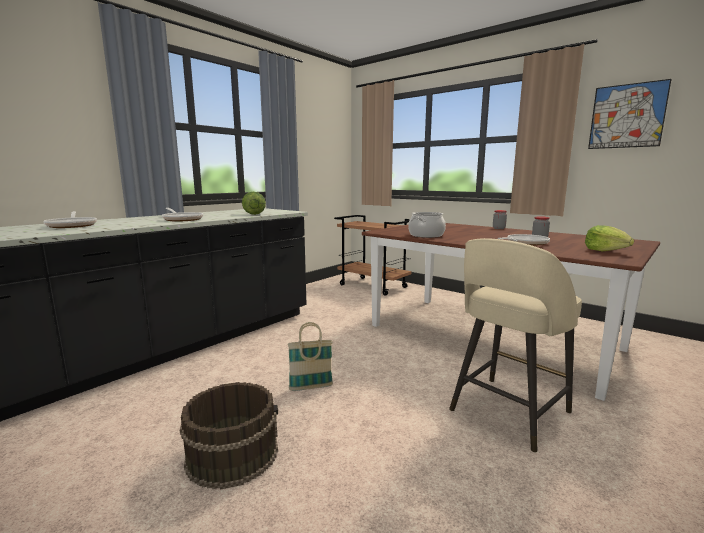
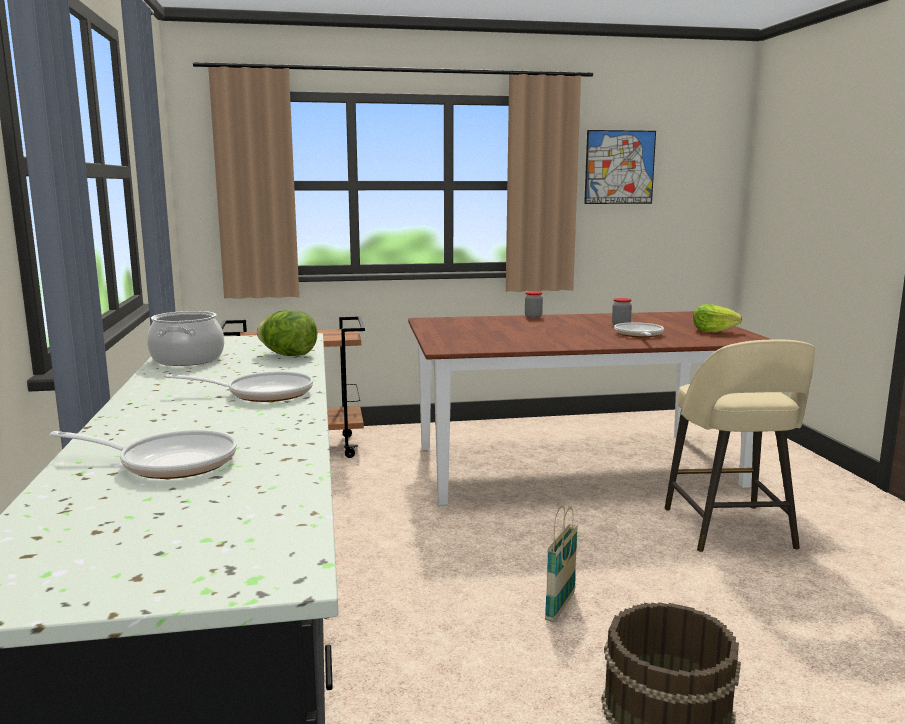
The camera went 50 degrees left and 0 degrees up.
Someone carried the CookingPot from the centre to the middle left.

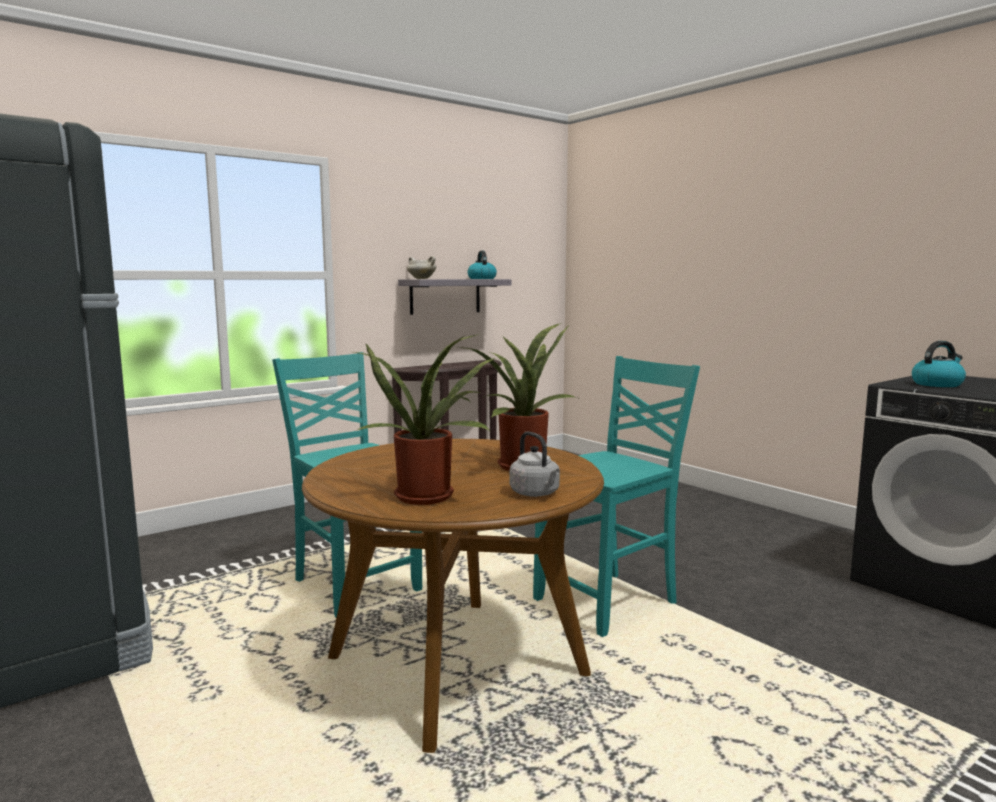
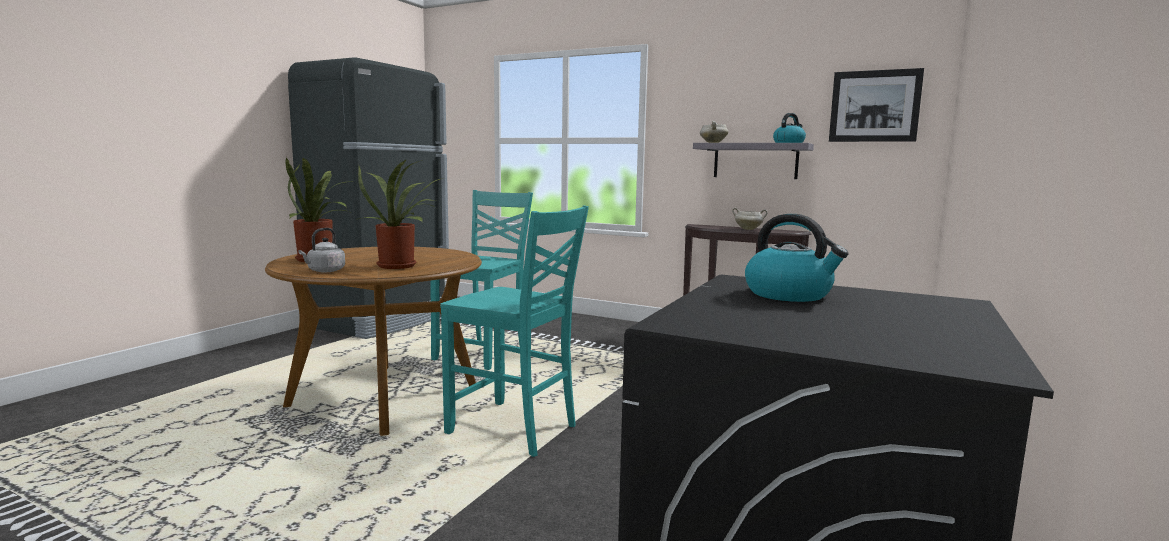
The camera went 65 degrees right and 0 degrees up.
Someone put up the Picture at the top right.
Someone put down the WhiteCookingPot (no. 2 from left) at the centre.

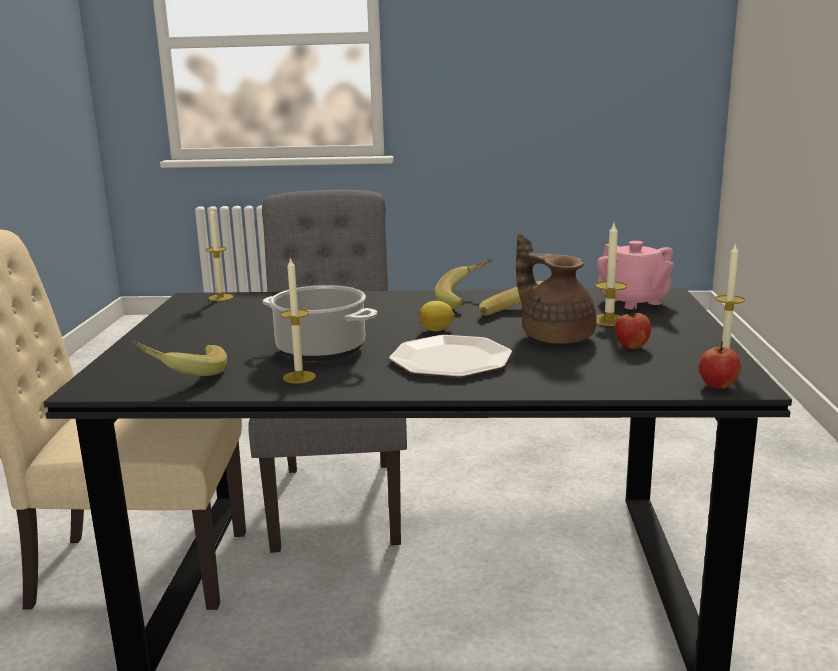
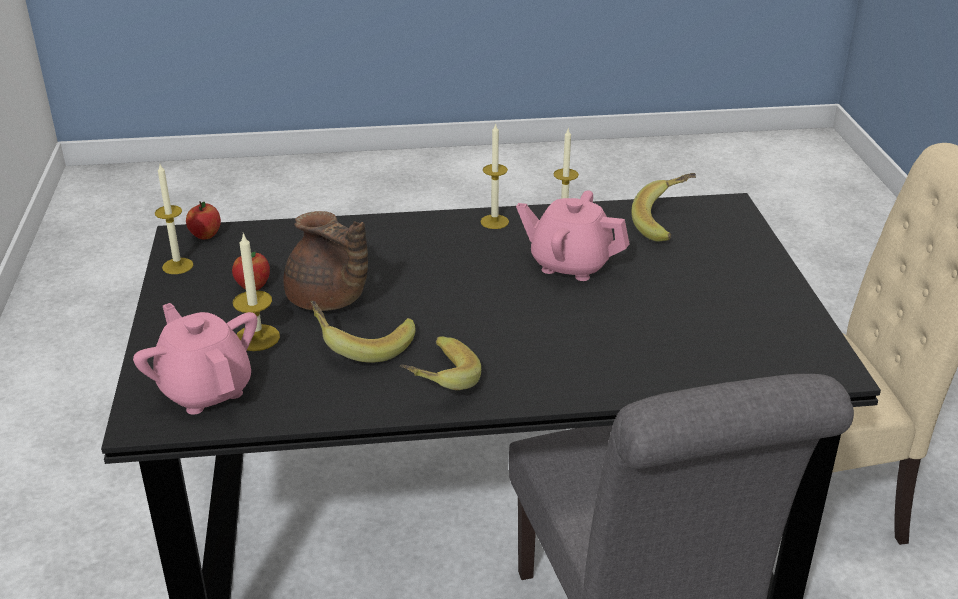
The camera went 170 degrees right and 15 degrees up.
Someone carried the Candle (no. 1 from left in the first image) from the middle left to the top centre.
Someone swapped the CookingPot at the centre for the PinkTeapot (no. 2 from left) at the centre.
Someone took away the Lemon at the centre.
Someone took away the Plate at the centre.

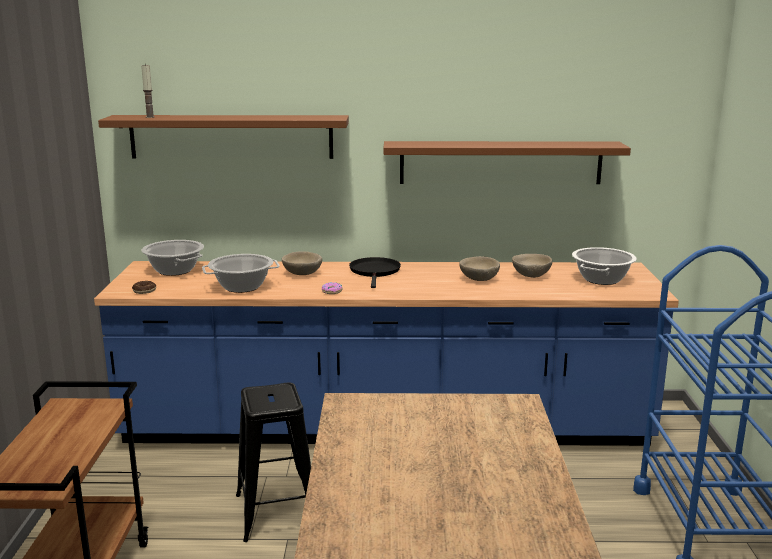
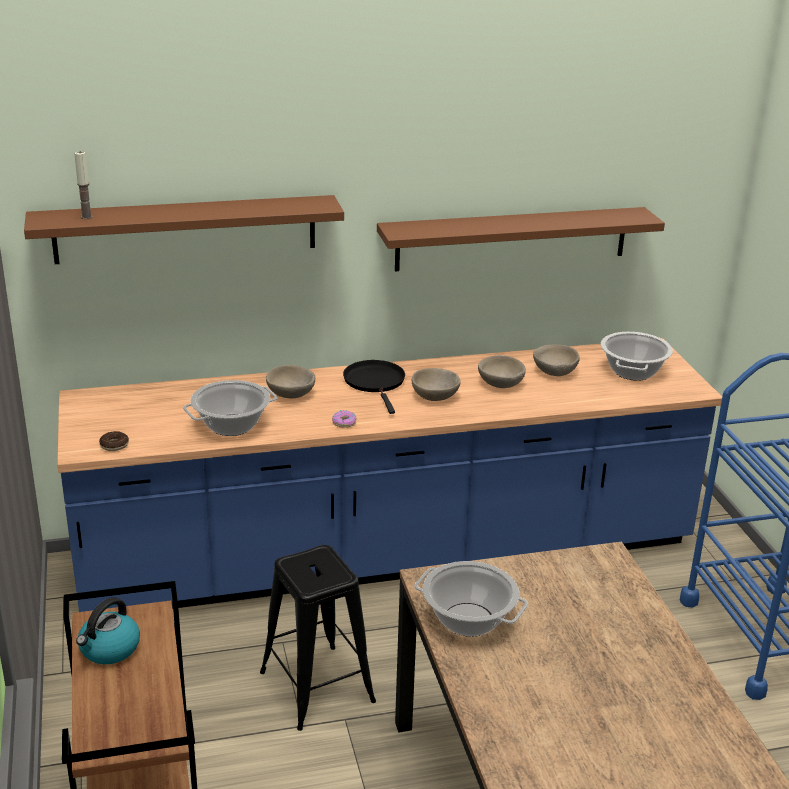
The camera went 15 degrees left and 10 degrees up.
Someone carried the CookingPot (no. 1 from left in the first image) from the middle left to the bottom centre.
Someone put down the BeigeBowl (no. 2 from left) at the centre.
Someone put down the Kettle at the bottom left.

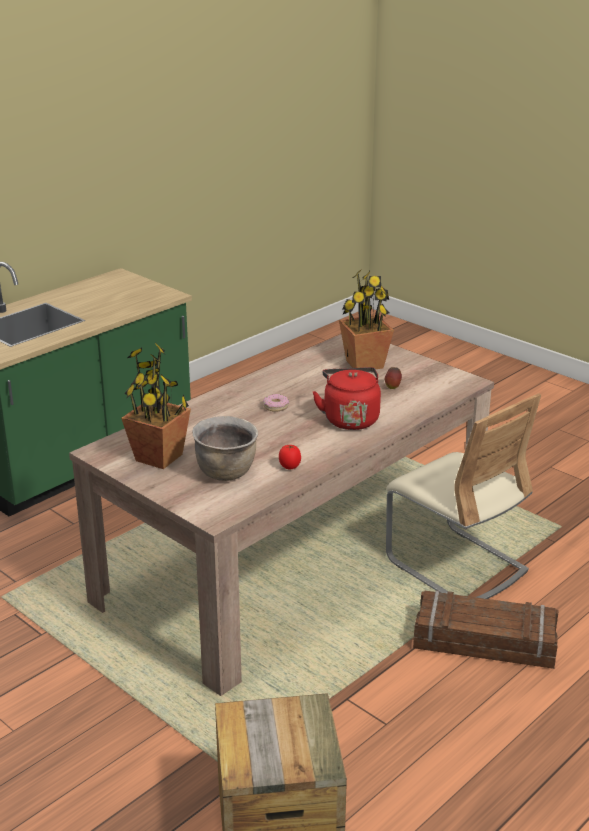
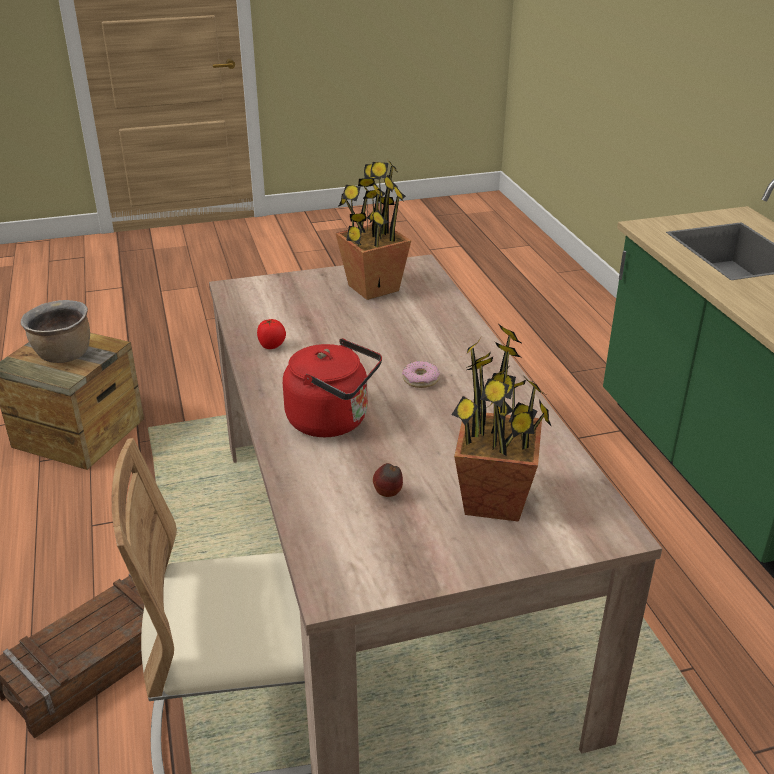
The camera went 120 degrees right and 5 degrees up.
Someone carried the BrownCookingPot from the centre to the middle left.

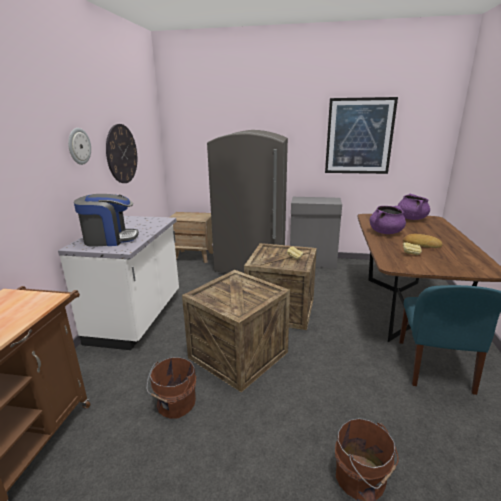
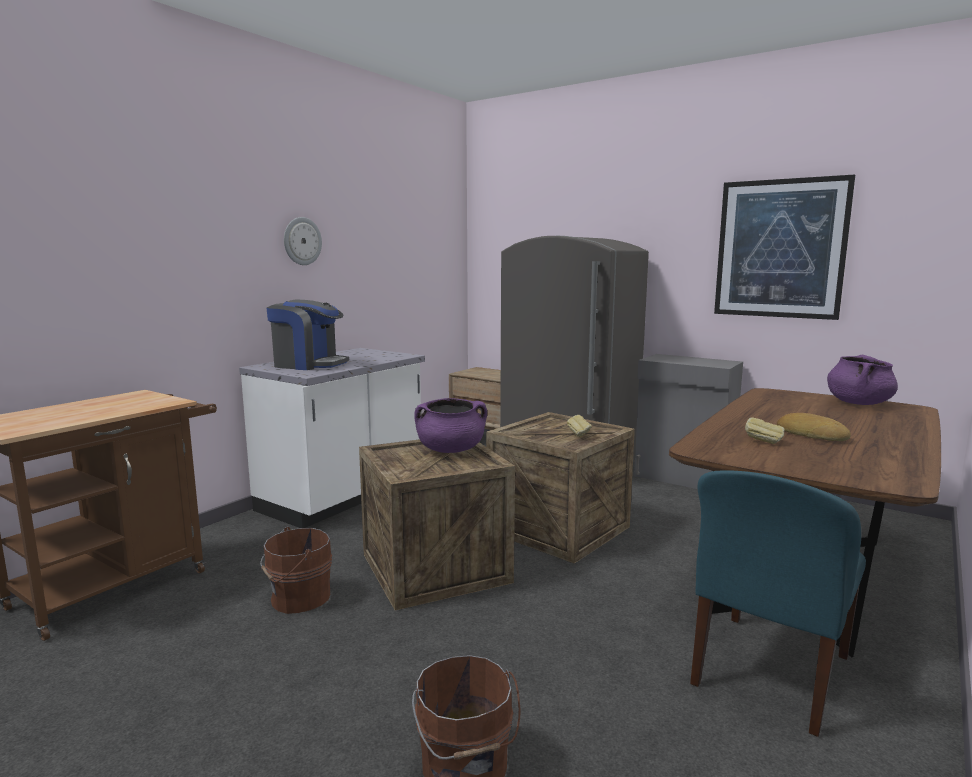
The camera went 25 degrees right and 10 degrees down.
Someone took away the WallClock (no. 2 from left) at the top left.
Someone carried the PurpleCookingPot (no. 1 from left) from the middle right to the centre.

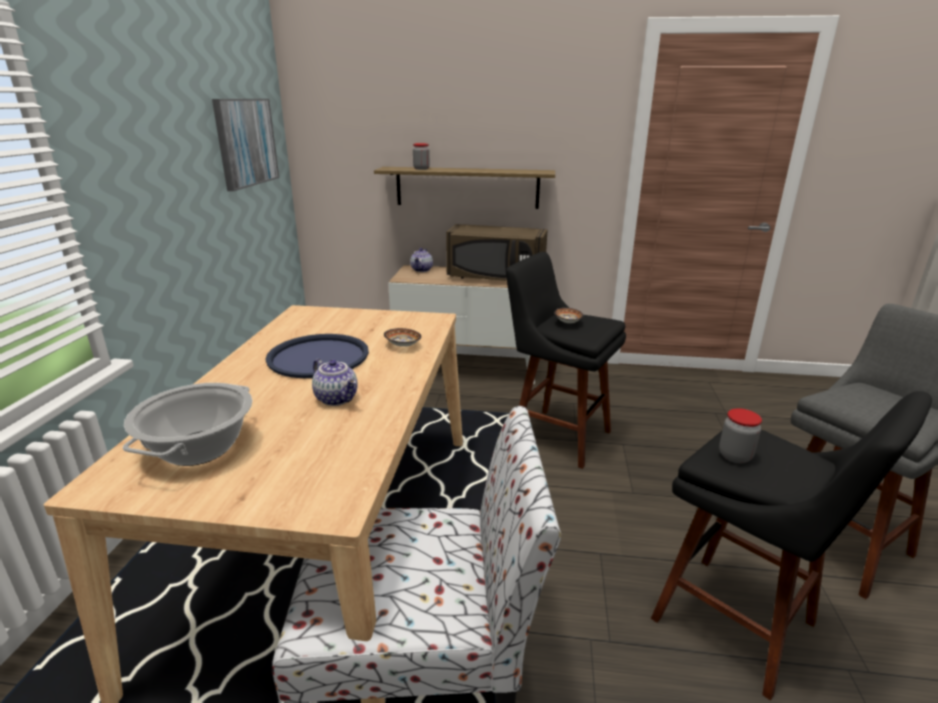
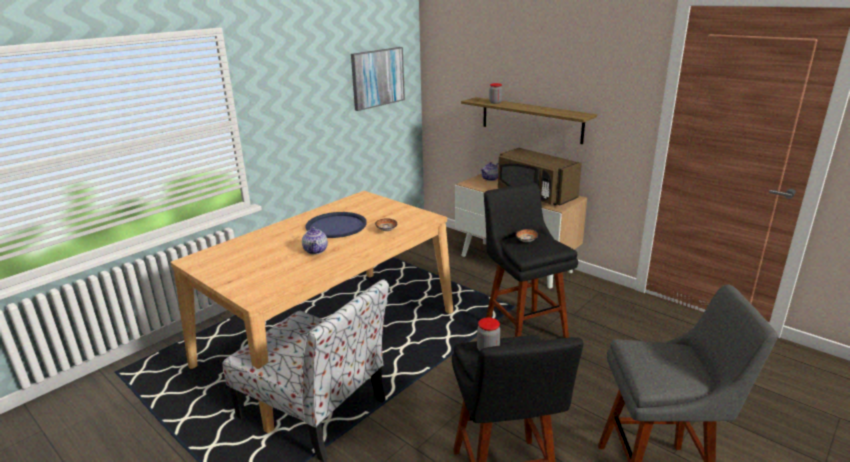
The camera went 35 degrees right and 0 degrees up.
Someone took away the CookingPot at the middle left.

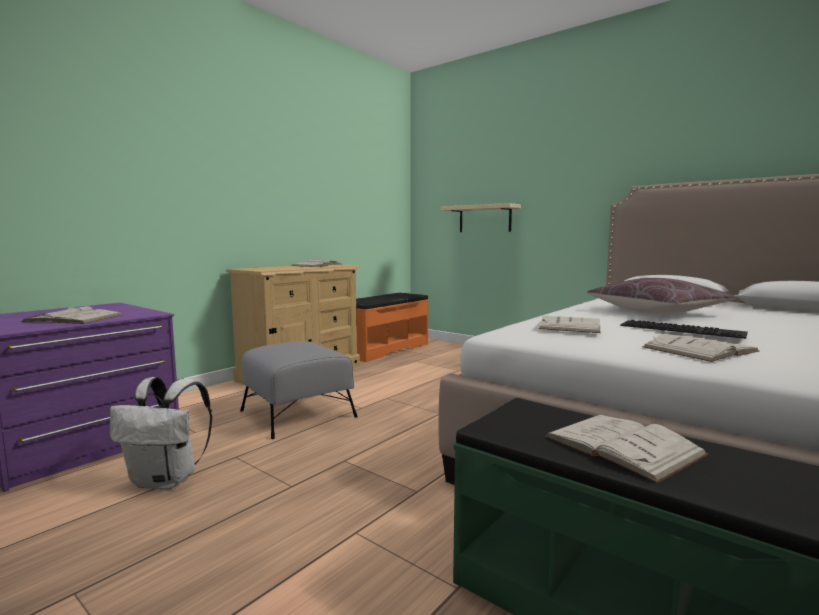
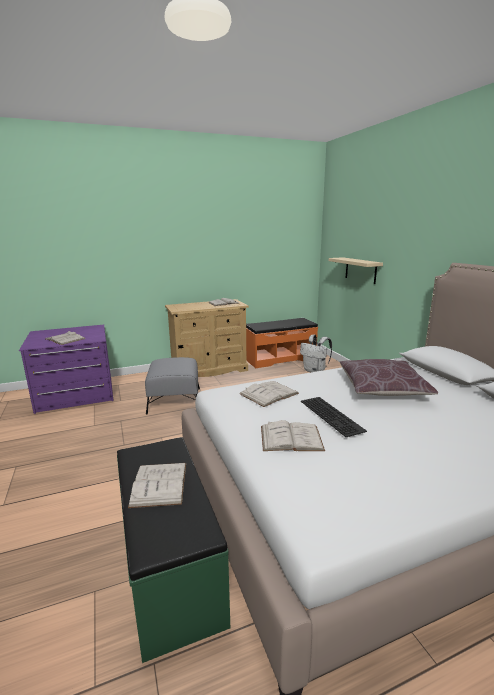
The camera went 30 degrees right and 10 degrees up.
Someone carried the WhiteBackpack from the bottom left to the centre.

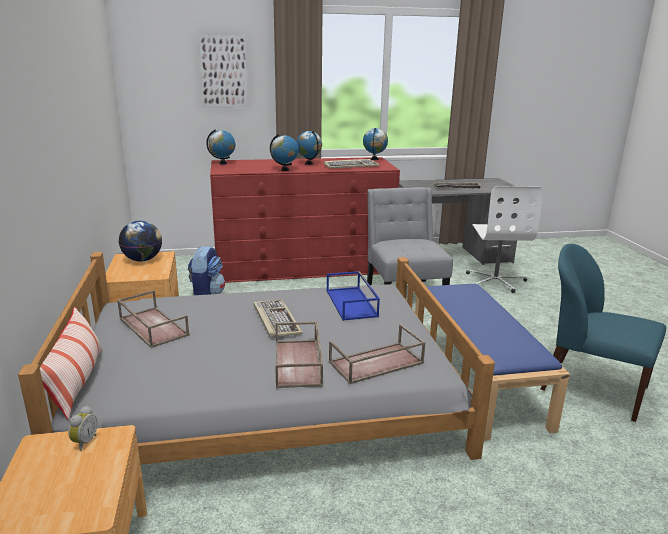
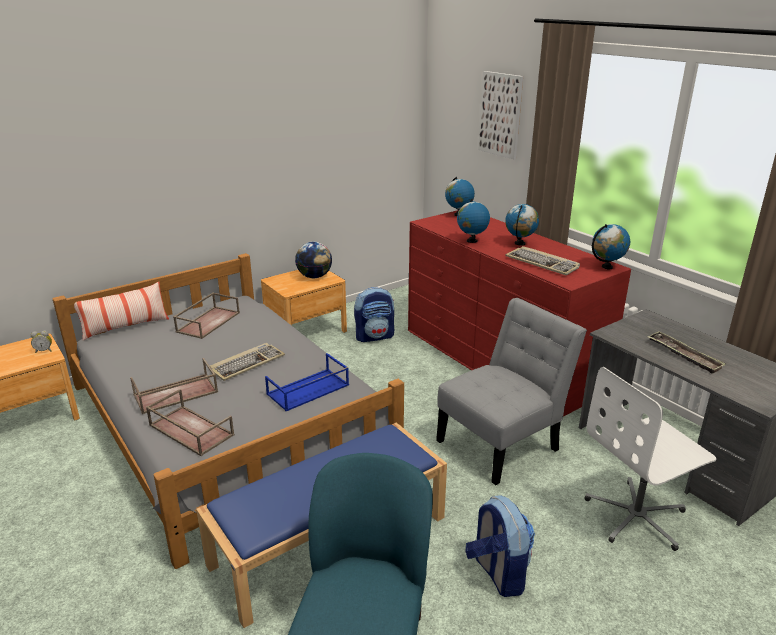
The camera went 65 degrees right and 5 degrees up.
Someone put down the Backpack (no. 2 from left) at the bottom centre.

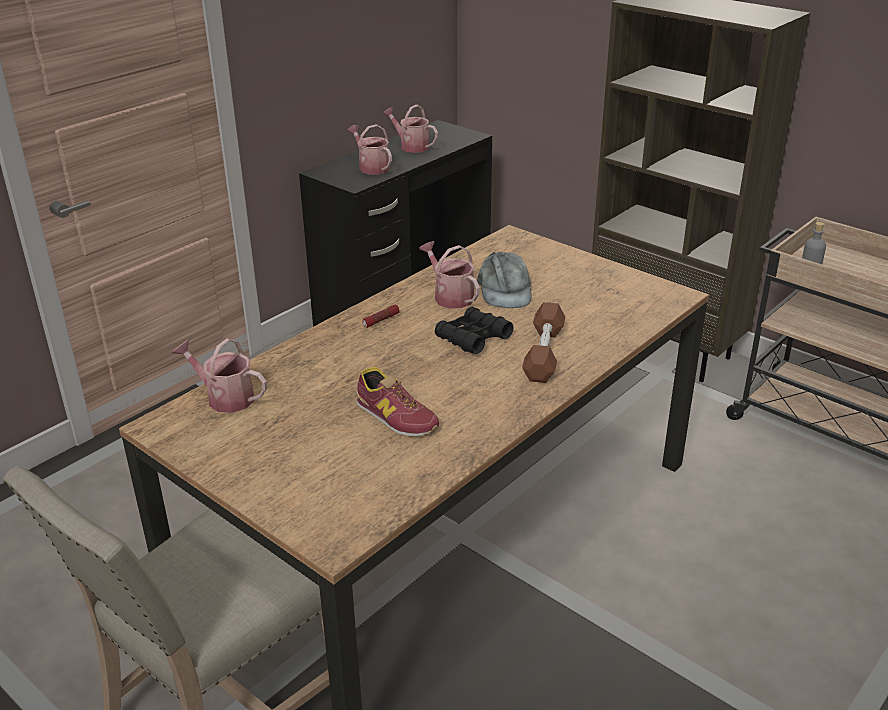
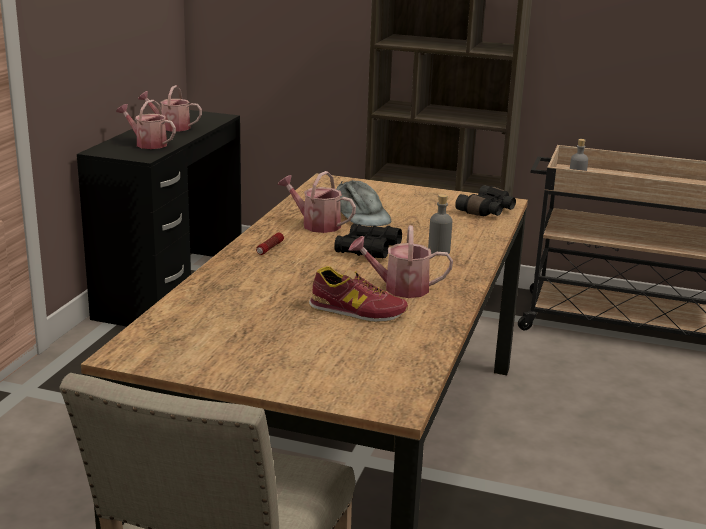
The camera went 25 degrees left and 10 degrees down.
Someone swapped the BrownDumbbell at the centre for the GreyBottle (no. 1 from left) at the centre.
Someone carried the WateringCan (no. 1 from left in the first image) from the middle left to the centre.
Someone put down the BlackBinoculars (no. 2 from left) at the middle right.

